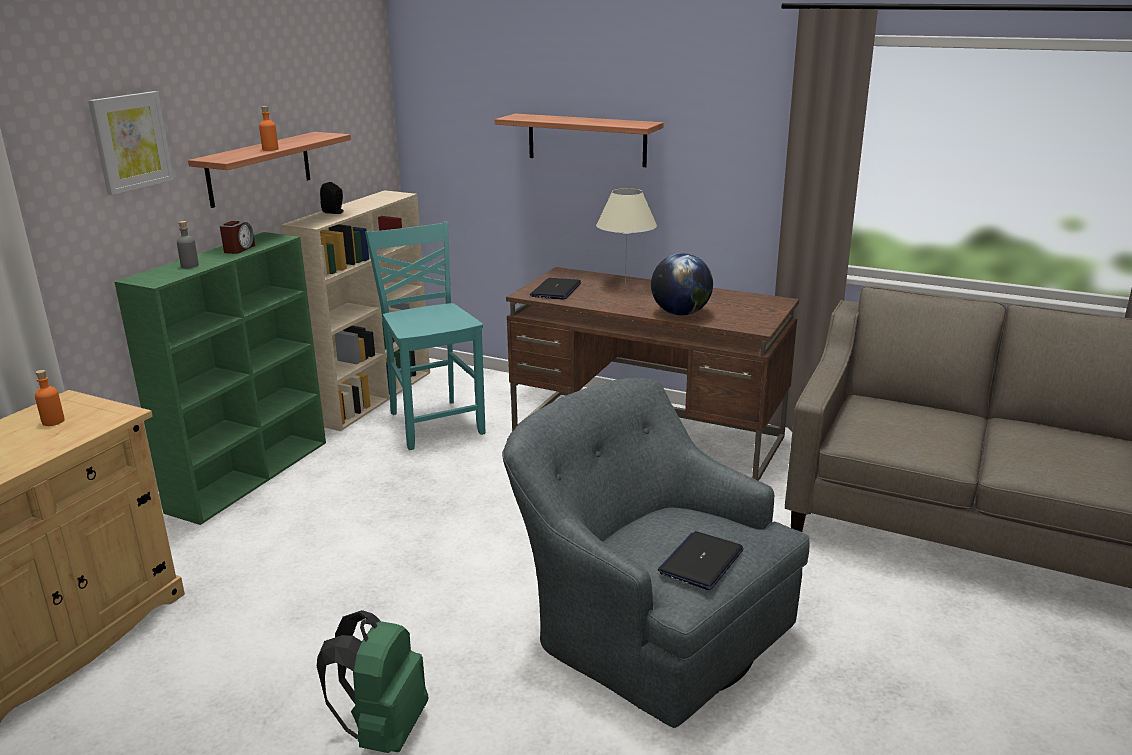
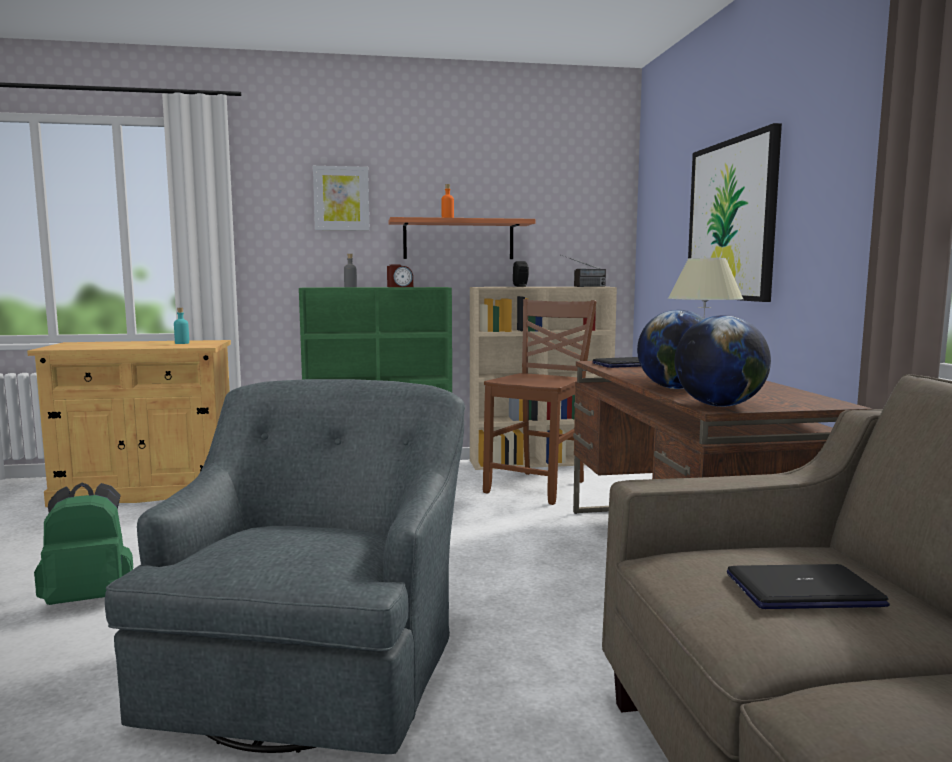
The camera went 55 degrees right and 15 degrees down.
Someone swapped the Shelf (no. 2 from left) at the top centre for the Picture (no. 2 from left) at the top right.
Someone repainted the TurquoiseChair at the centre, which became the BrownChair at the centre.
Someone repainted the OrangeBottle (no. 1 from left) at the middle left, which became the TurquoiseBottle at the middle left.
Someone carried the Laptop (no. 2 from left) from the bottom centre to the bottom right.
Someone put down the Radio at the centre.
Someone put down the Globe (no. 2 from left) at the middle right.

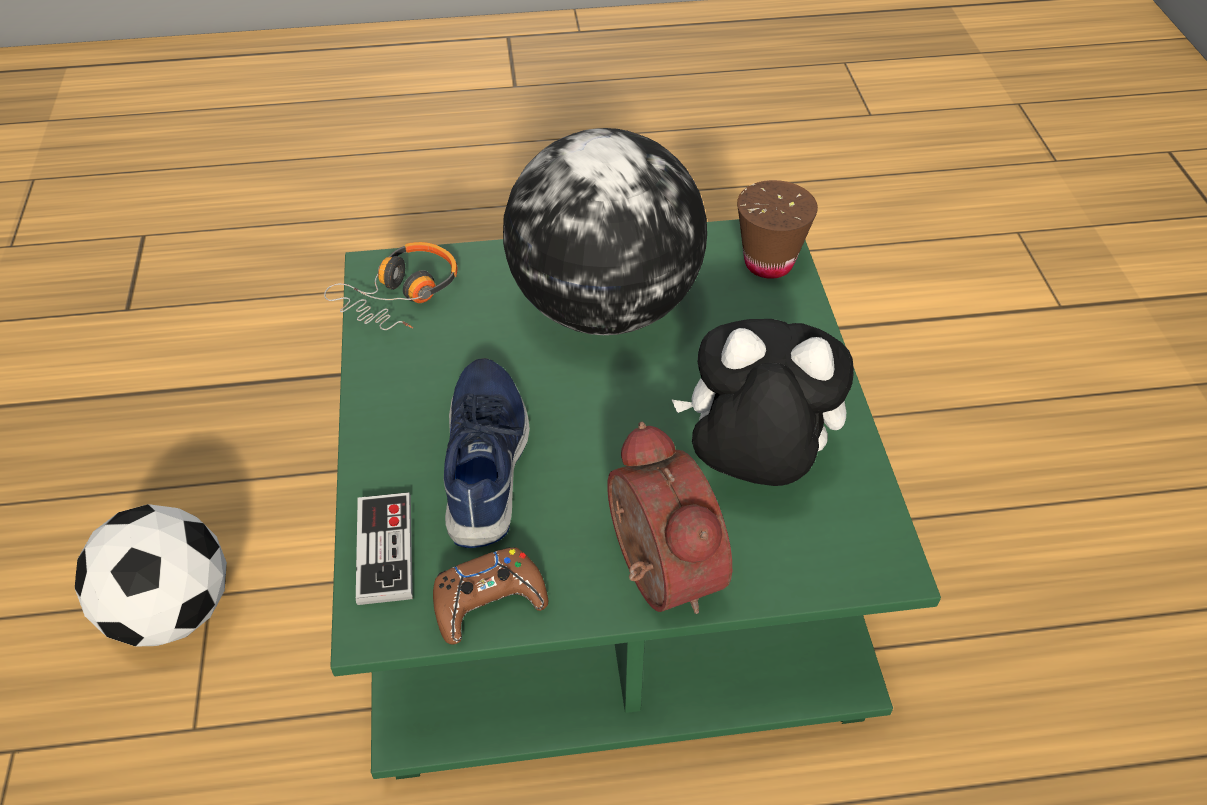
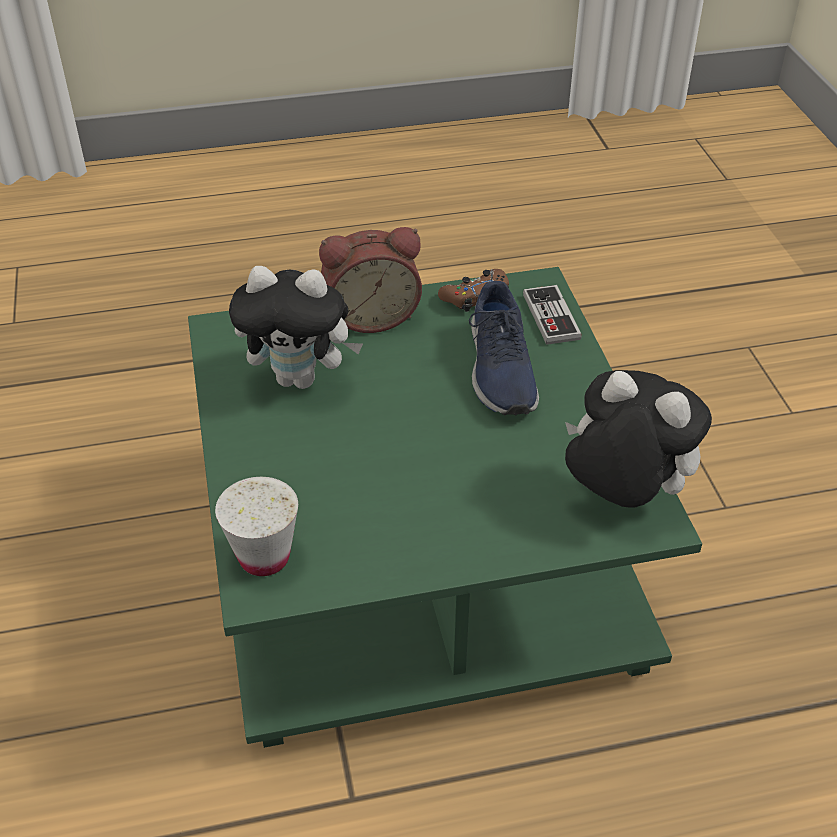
The camera went 175 degrees right and 5 degrees down.
Someone took away the Globe at the top centre.
Someone repainted the BrownCup at the top centre, which became the WhiteCup at the middle left.
Someone swapped the Headphones at the middle left for the PlushToy (no. 2 from left) at the middle right.
Someone rotated the AlarmClock at the centre by 75 degrees counterclockwise.
Someone took away the Football at the bottom left.

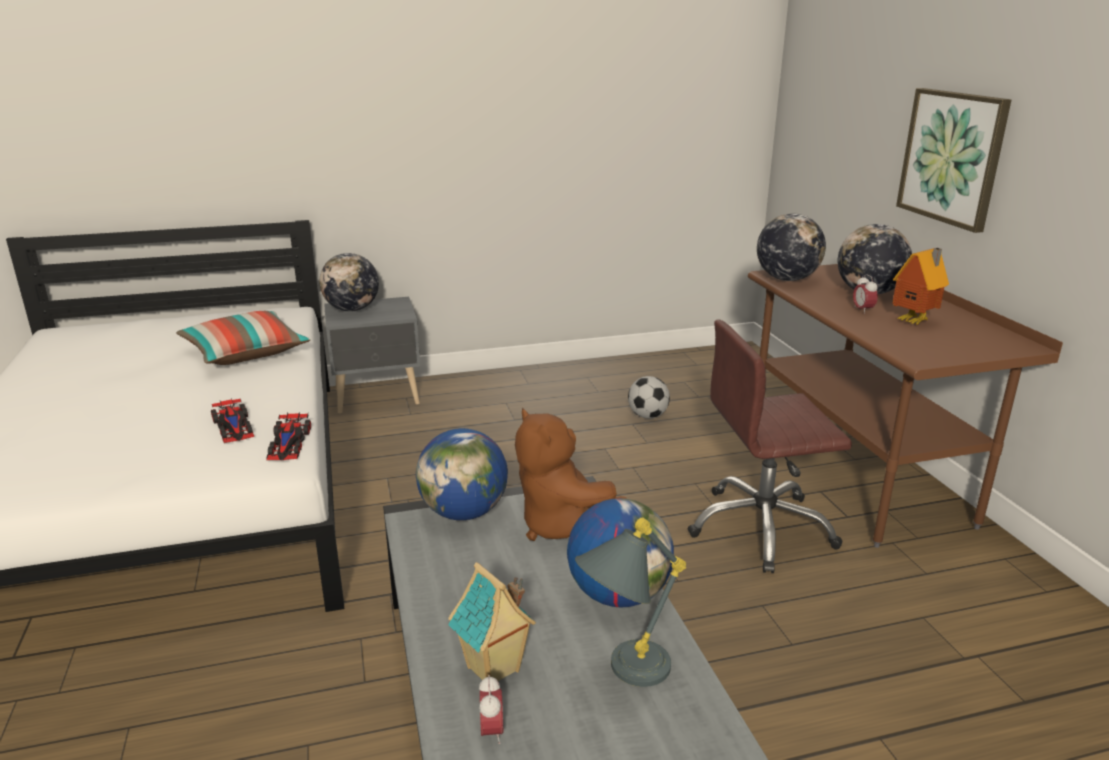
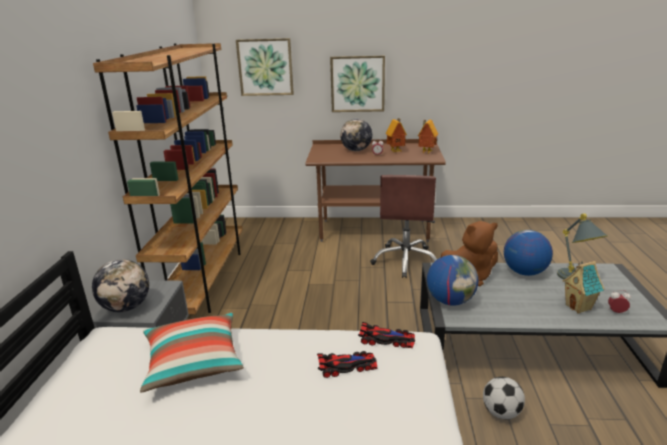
The camera went 70 degrees left and 0 degrees up.
Someone took away the Globe (no. 4 from left) at the top right.
Someone carried the Football from the centre to the bottom right.
Someone put up the Picture (no. 1 from left) at the top centre.
Someone put down the BrownBookcase at the middle left.
Someone put down the ToyHouse (no. 2 from left) at the top centre.

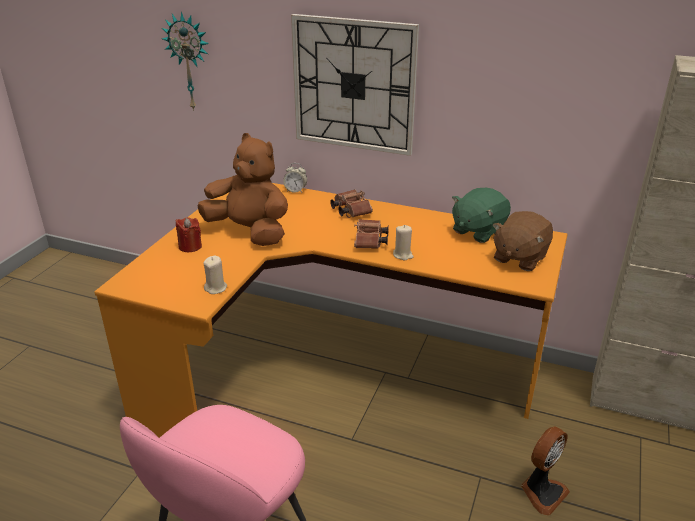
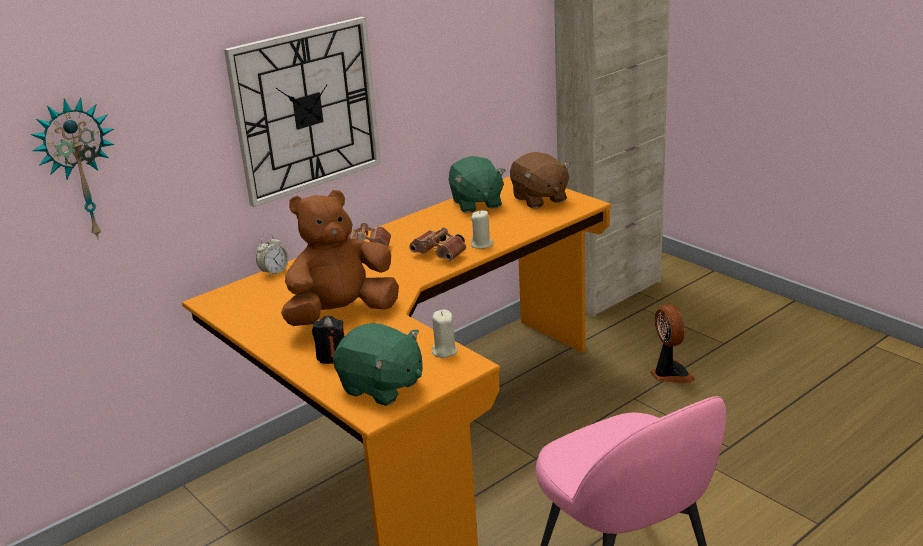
The camera went 60 degrees left and 5 degrees down.
Someone repainted the RedCandle at the middle left, which became the BlackCandle at the centre.
Someone put down the GreenPlushToy (no. 1 from left) at the bottom centre.

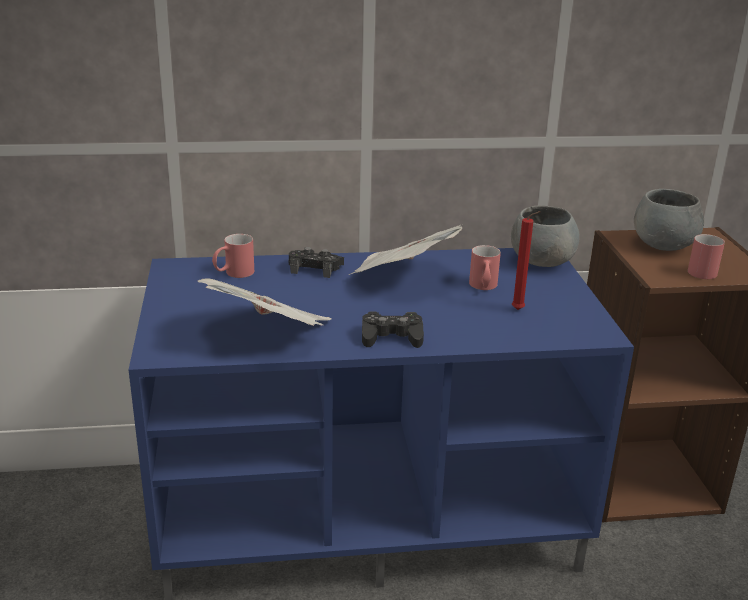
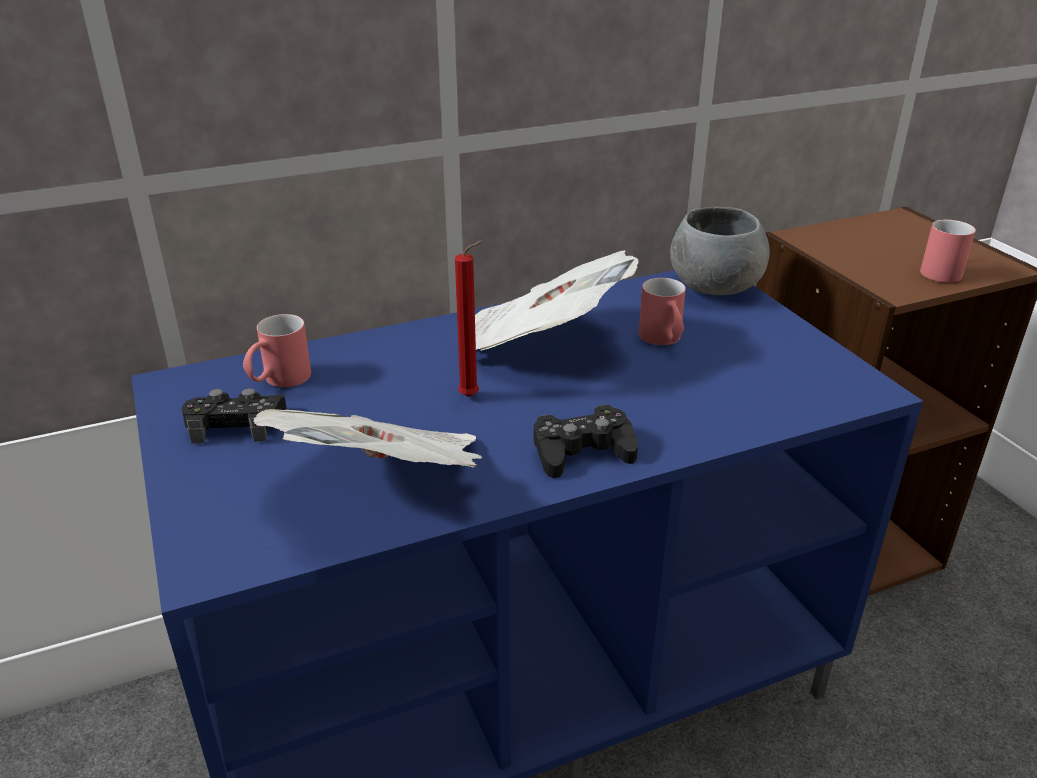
The camera went 15 degrees left and 5 degrees up.
Someone took away the GreyBowl (no. 2 from left) at the middle right.
Someone carried the RedCandle from the middle right to the centre.
Someone carried the BlackGameController (no. 1 from left) from the centre to the middle left.

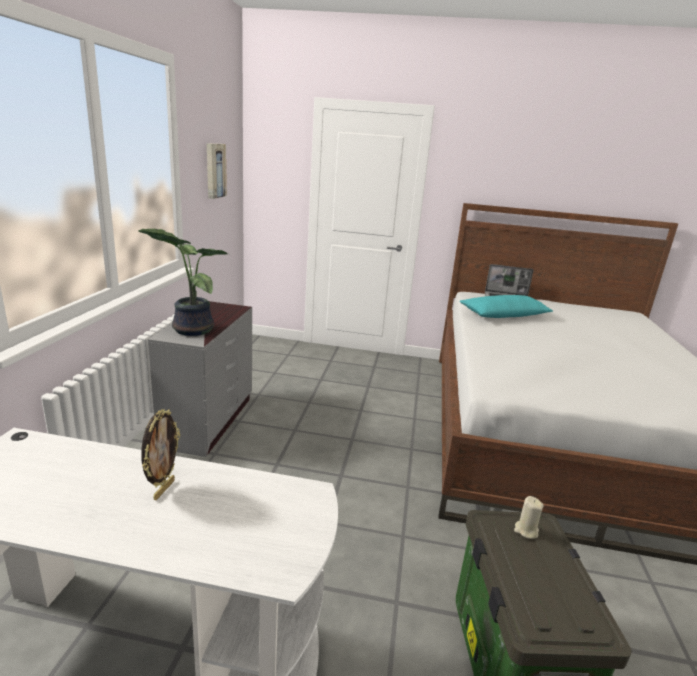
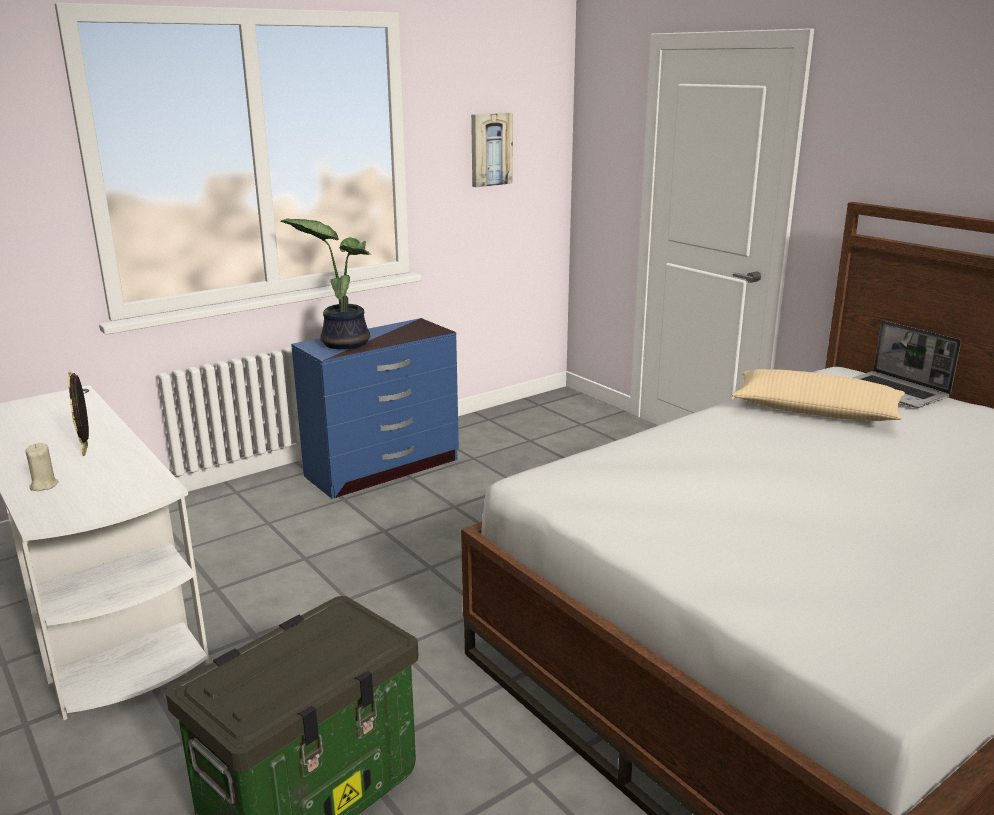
The camera went 45 degrees right and 0 degrees up.
Someone repainted the TurquoisePillow at the middle right, which became the BeigePillow at the middle right.
Someone repainted the GreyDresser at the middle left, which became the BlueDresser at the centre.
Someone rotated the PictureFrame at the bottom left by 105 degrees clockwise.
Someone carried the BeigeCandle from the bottom right to the middle left.

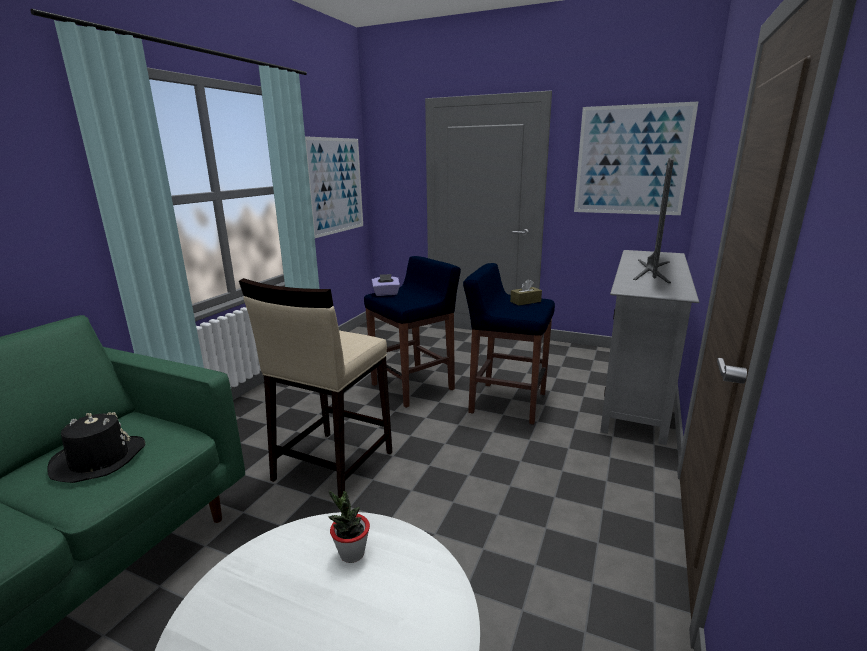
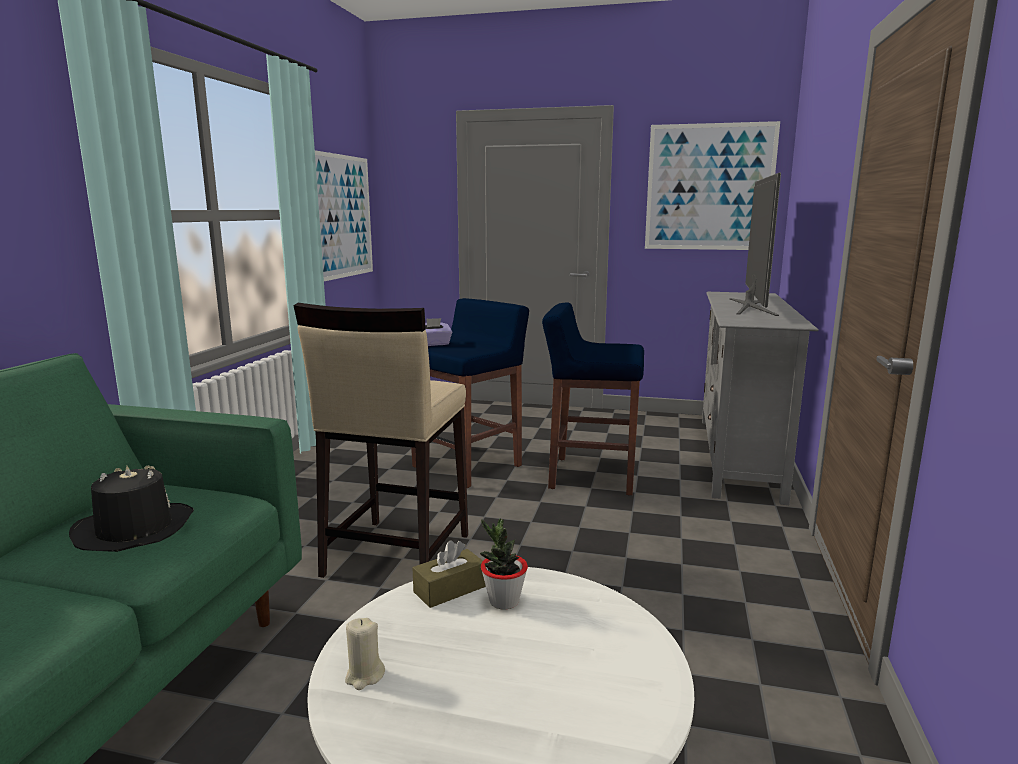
The camera went 10 degrees left and 5 degrees down.
Someone carried the BrownTissueBox from the centre to the bottom centre.
Someone put down the BeigeCandle at the bottom centre.

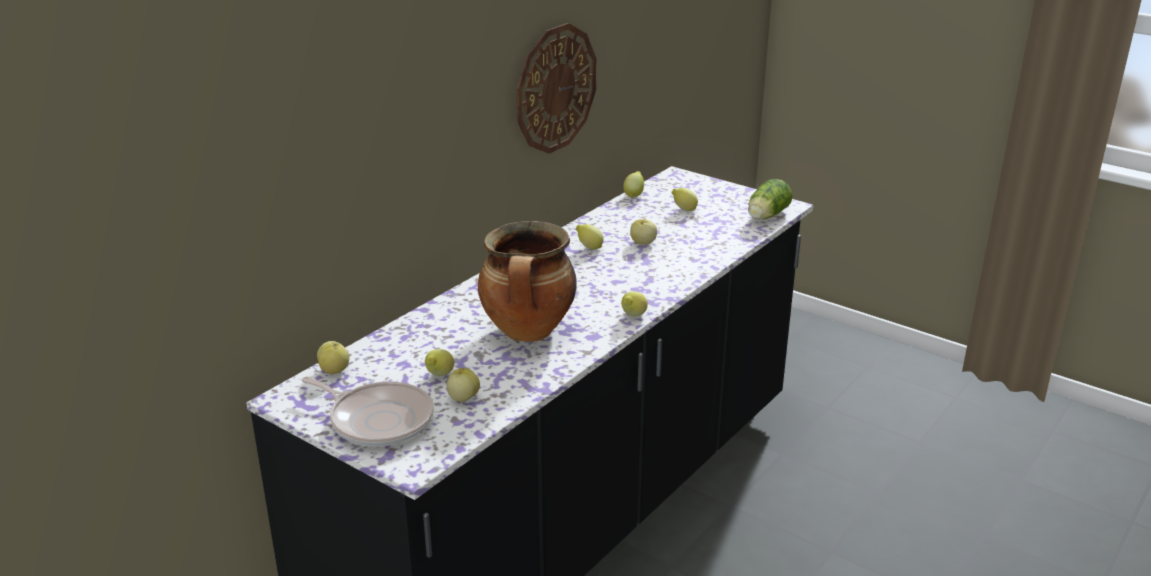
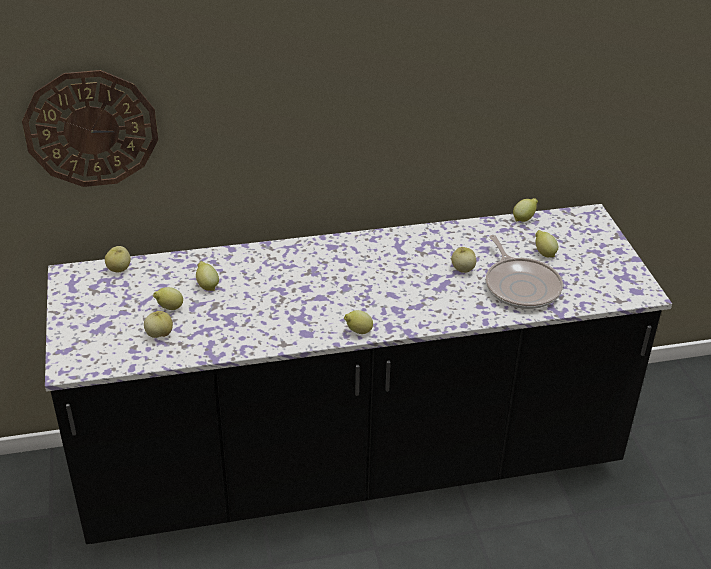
The camera went 40 degrees right and 10 degrees up.
Someone carried the WallClock from the top centre to the top left.
Someone took away the Lettuce at the middle right.
Someone took away the CookingPot at the centre.
Someone carried the Lemon (no. 2 from left) from the centre to the middle left.
Someone carried the FryingPan from the bottom left to the middle right.

